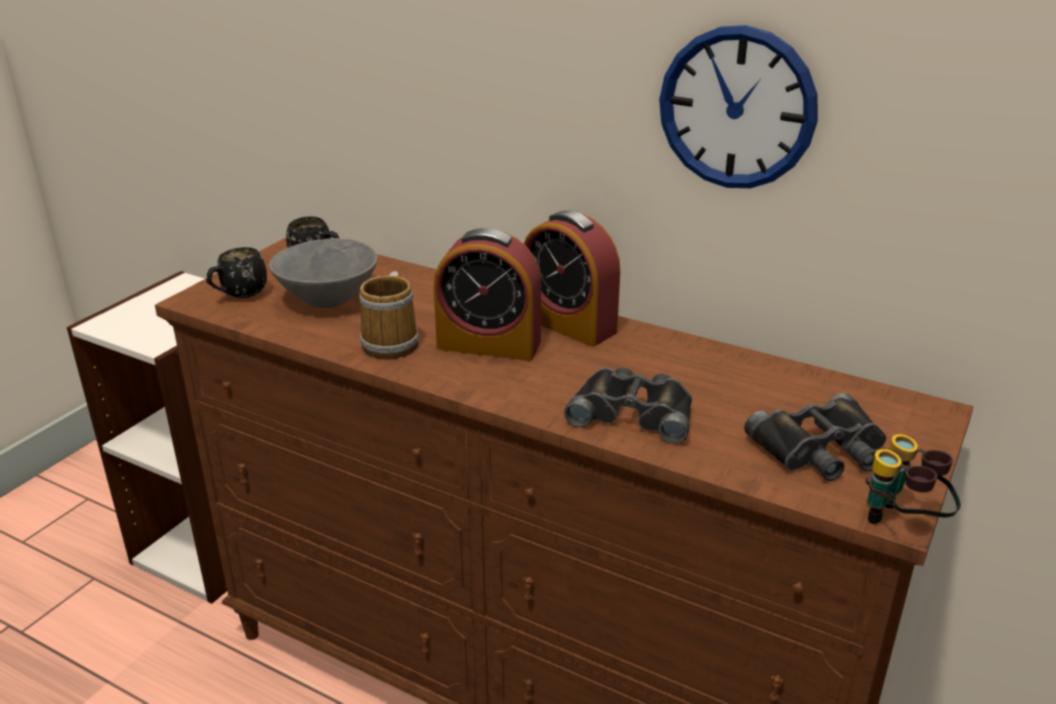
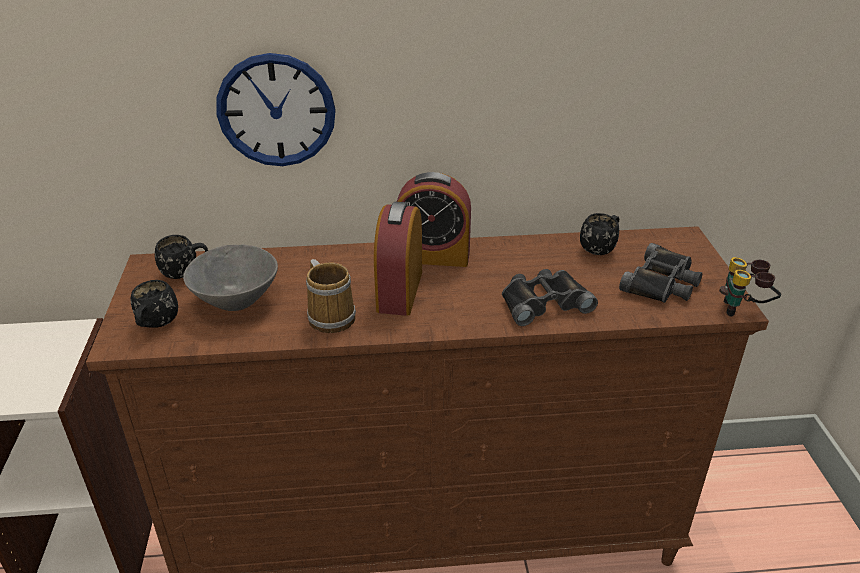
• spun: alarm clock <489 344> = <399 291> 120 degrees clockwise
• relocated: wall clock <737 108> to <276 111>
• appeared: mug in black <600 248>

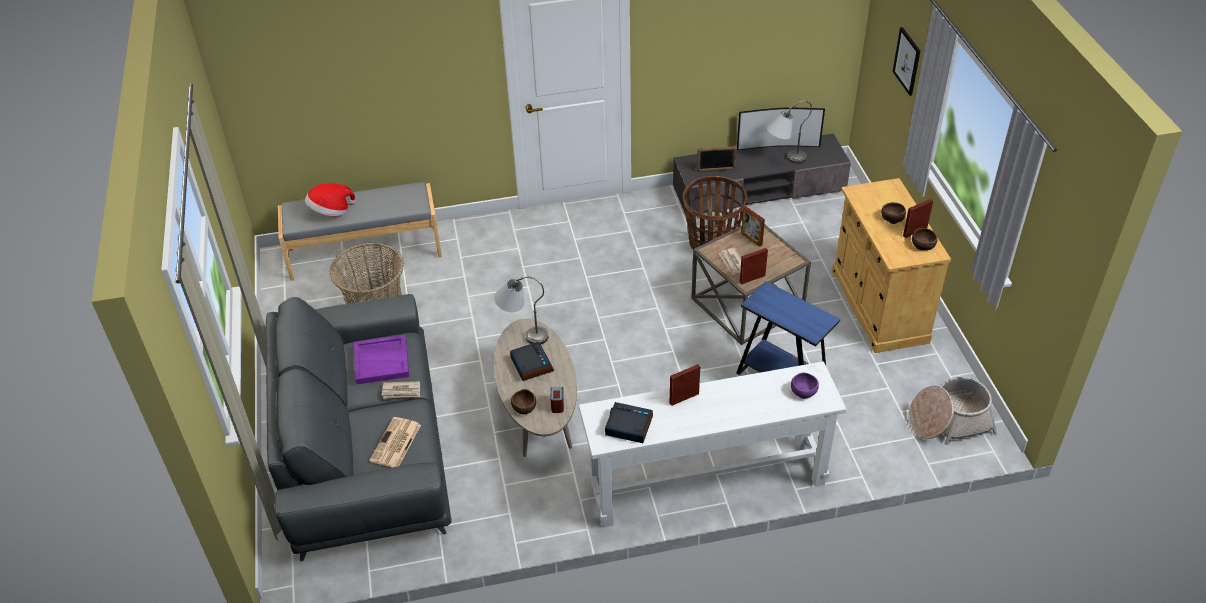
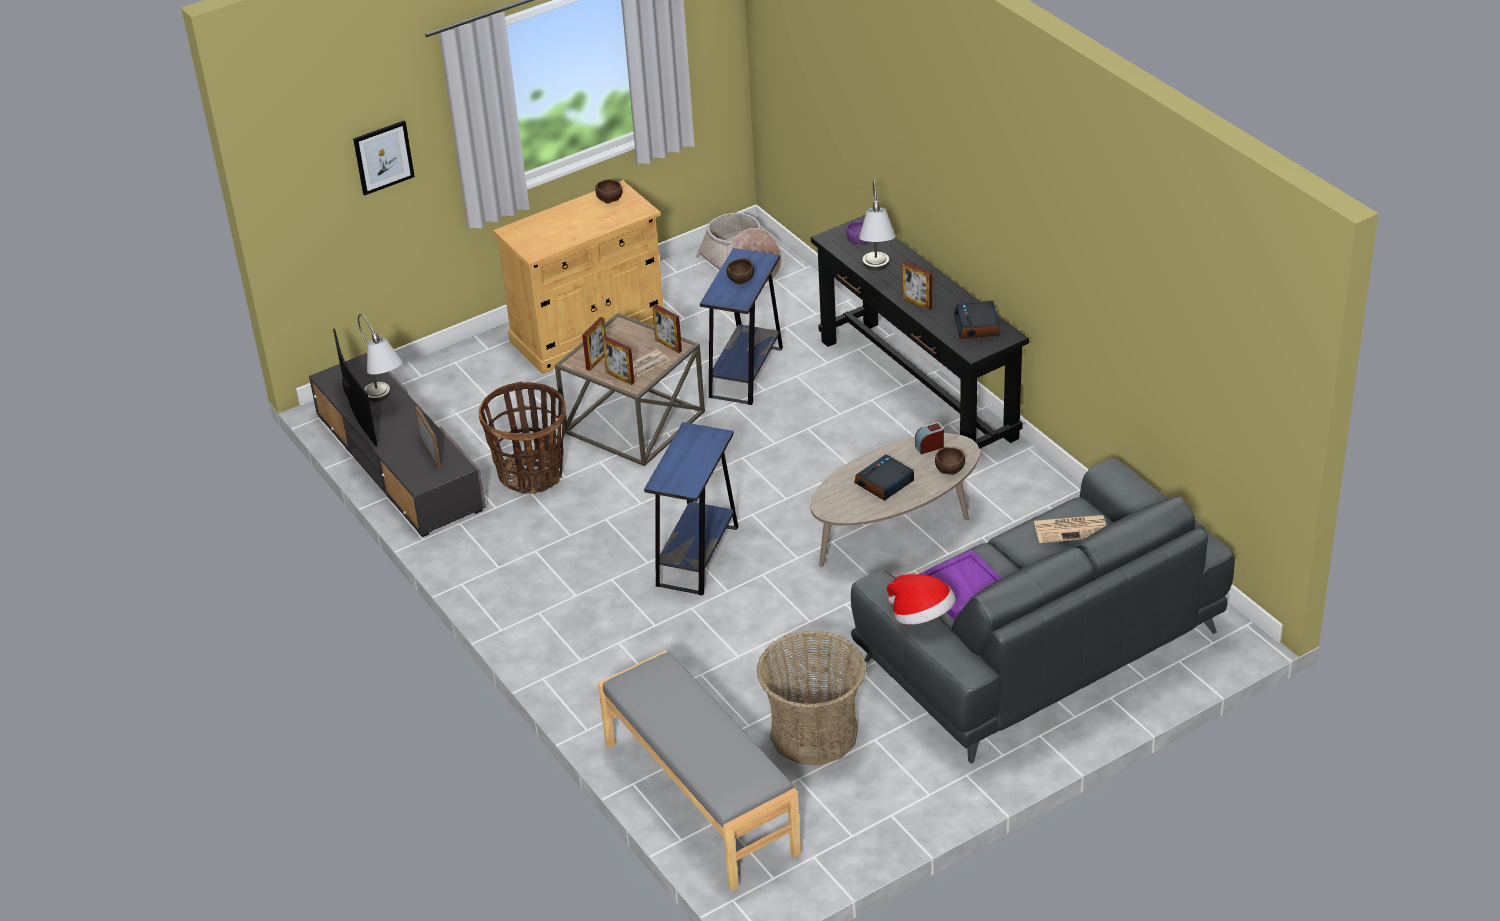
• relocated: hat <331 212> to <921 617>
• missing: newspaper <401 391>
• relocated: table lamp in grey <522 333> to <876 273>
• colour: console table in white <707 482> to console table in black <917 389>
• relocated: bowl in brown <891 218> to <740 279>
• relocated: picture frame <915 232> to <620 377>
• appeared: side table in blue <697 556>

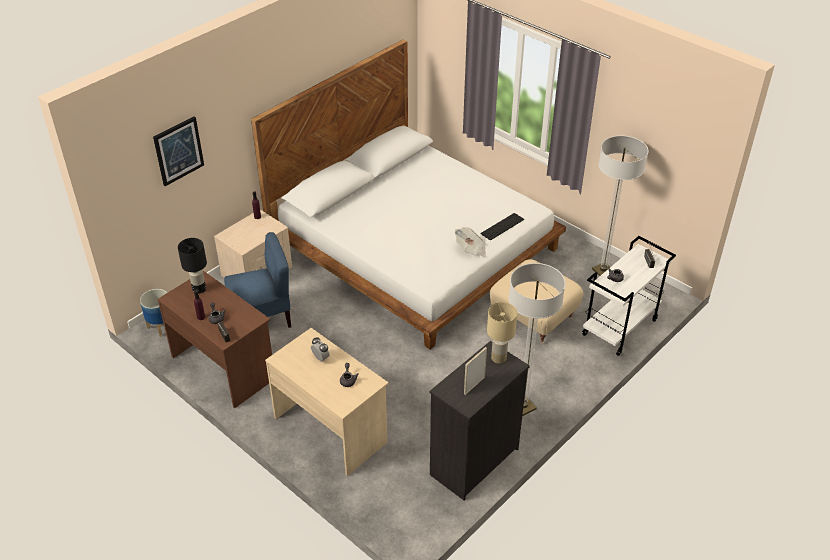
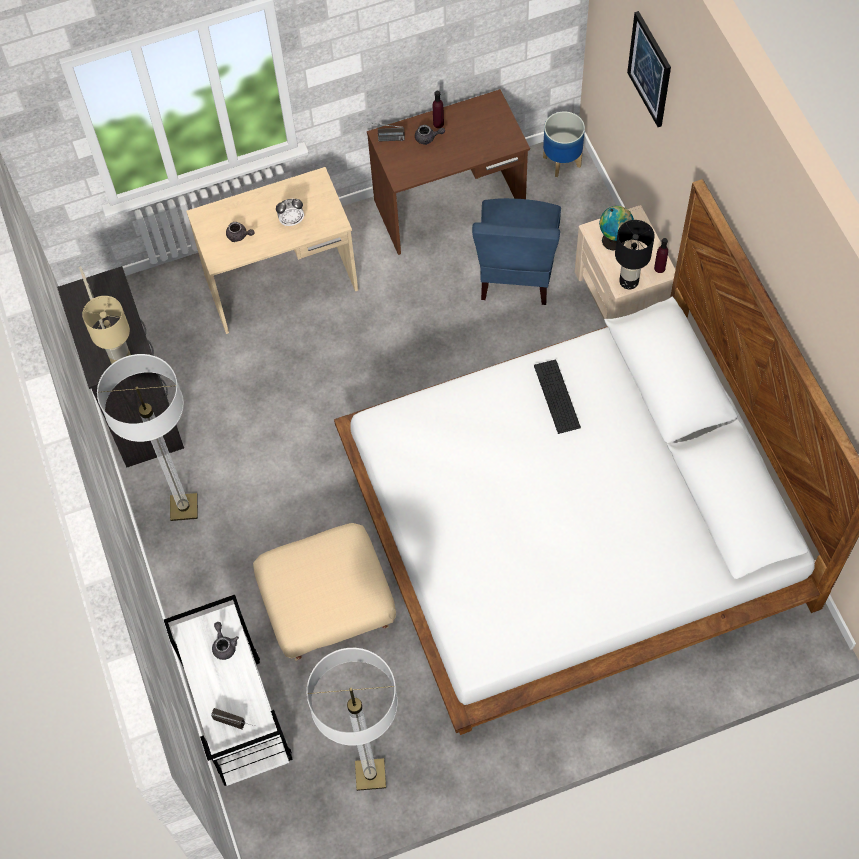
• relocated: table lamp in black <199 289> to <629 281>
• missing: newspaper <471 249>
• relocated: keyboard <502 226> to <557 396>
• appeared: globe <615 241>

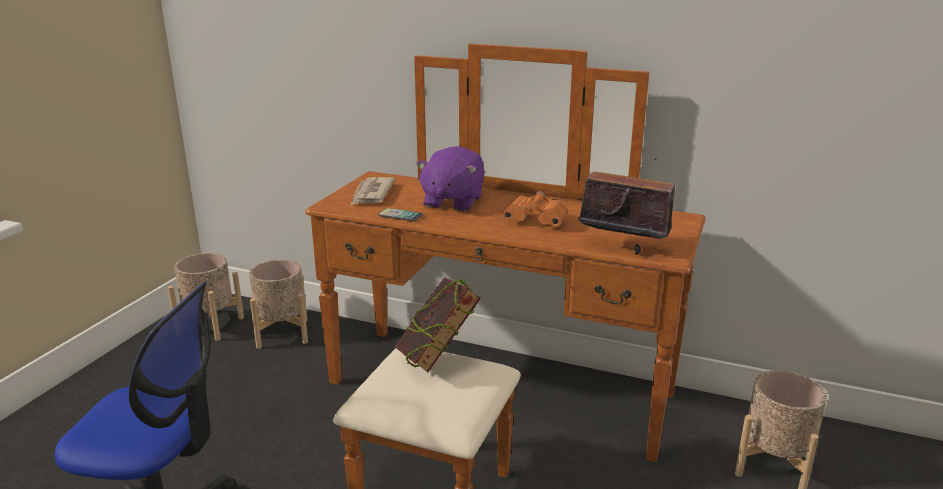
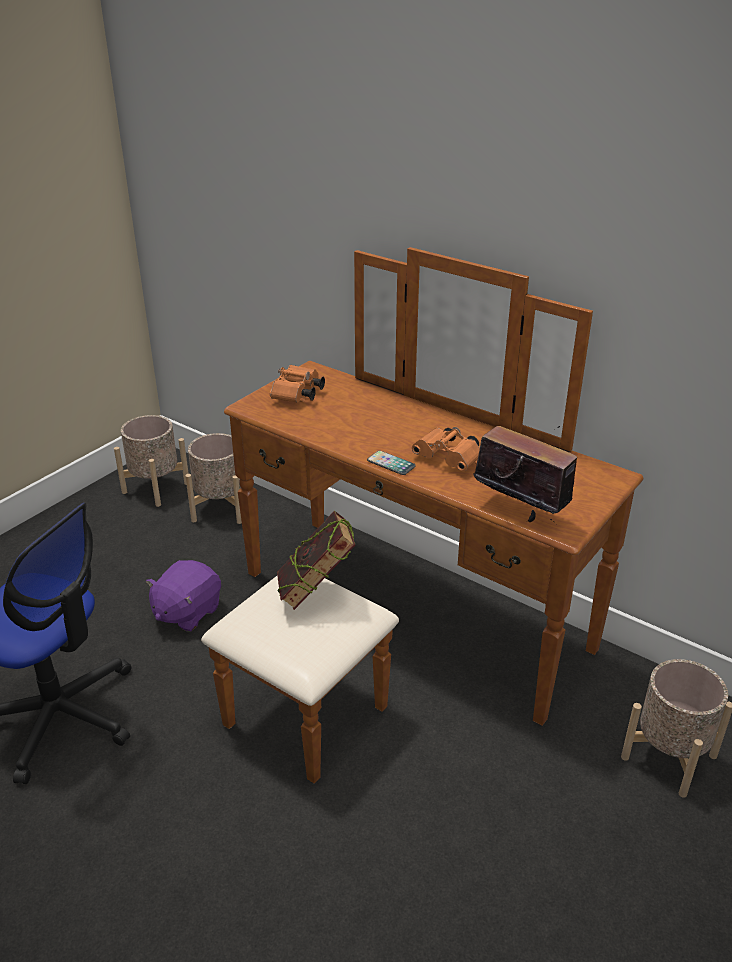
• exchanged: newspaper <371 194> to binoculars in orange <297 395>
• relocated: phone <400 216> to <391 464>
• relocated: plush toy in purple <452 202> to <186 612>

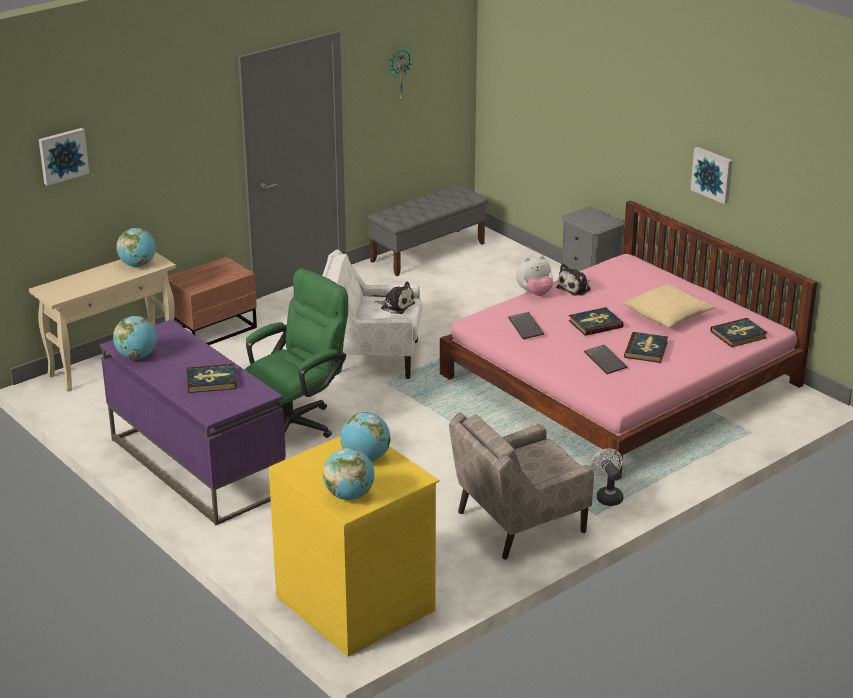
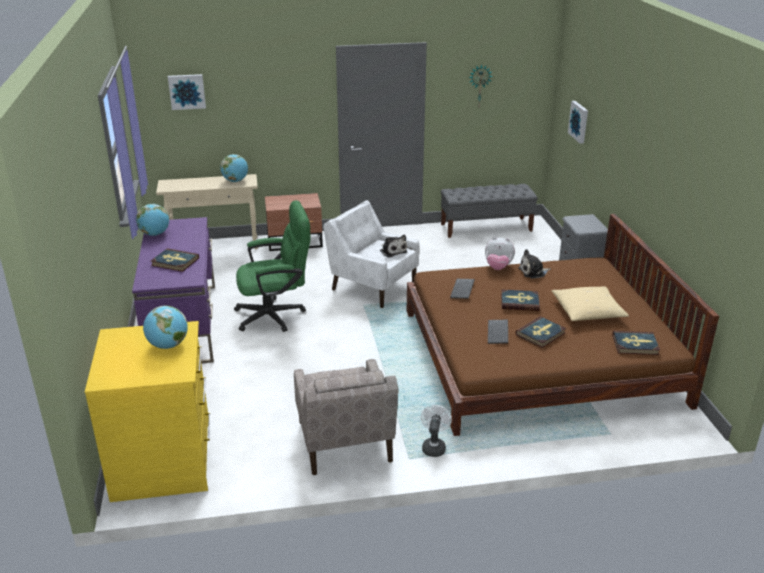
• missing: globe <349 495>
• colour: bed in pink <620 379> to bed in brown <538 355>
• spun: armchair in beige <519 522> = <344 442> 105 degrees counterclockwise
• relocated: picture <713 174> to <579 121>

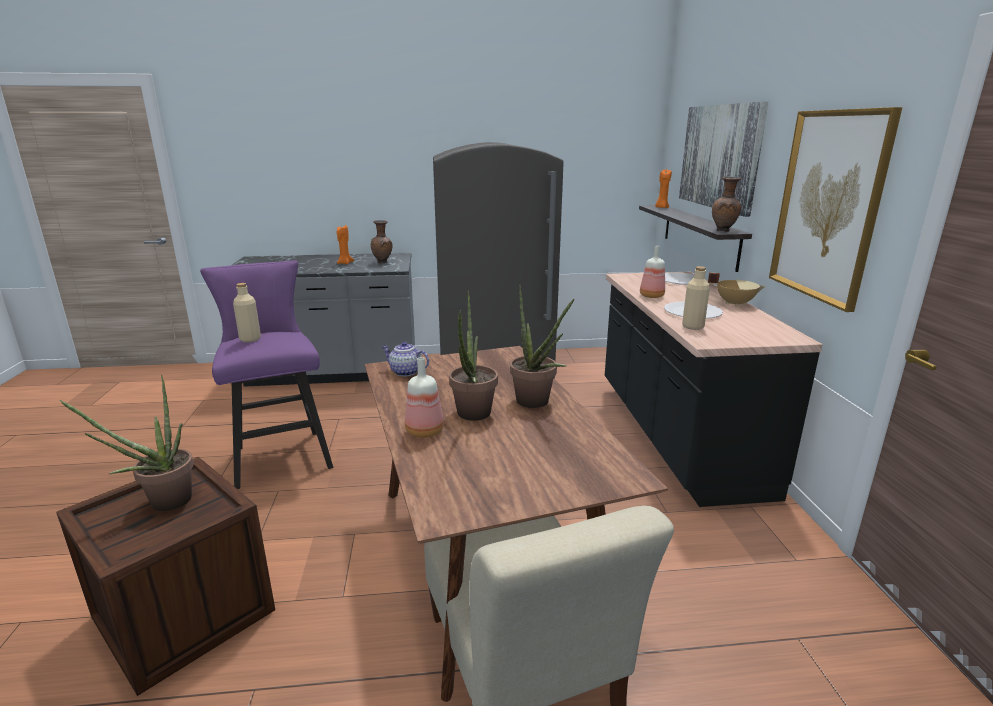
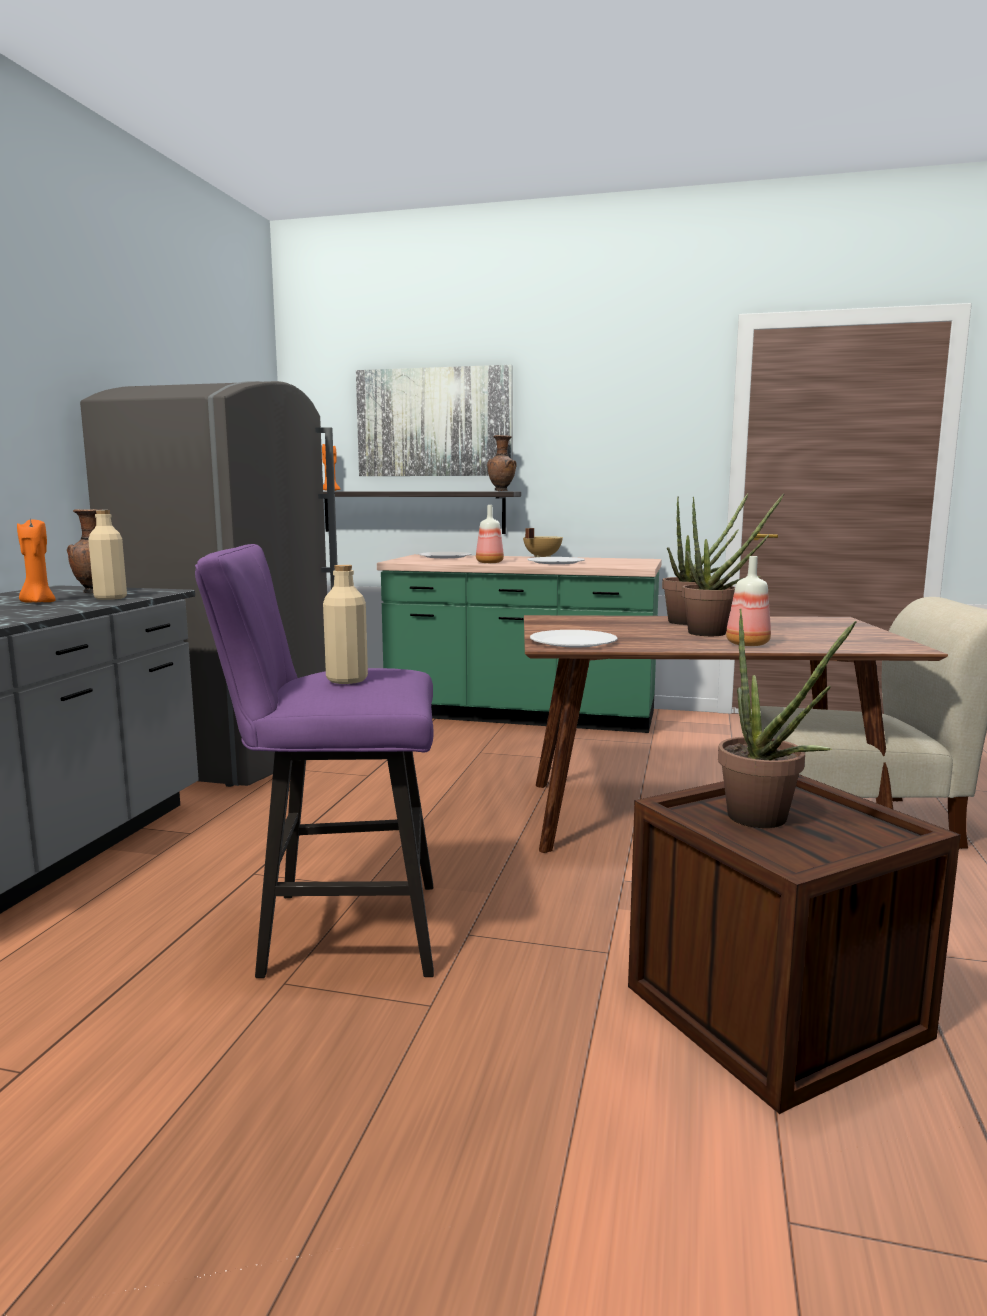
• exchanged: teapot <405 372> to plate in white <573 641>
• colour: counter in black <676 435> to counter in green <521 715>
• relocated: bottle in beige <693 326> to <110 598>
• missing: picture <828 206>

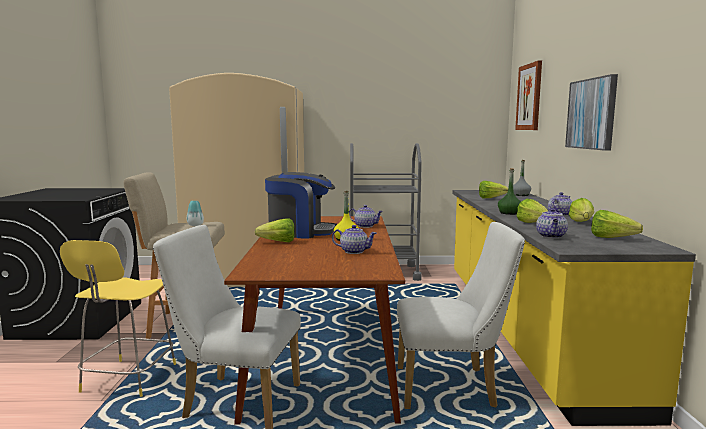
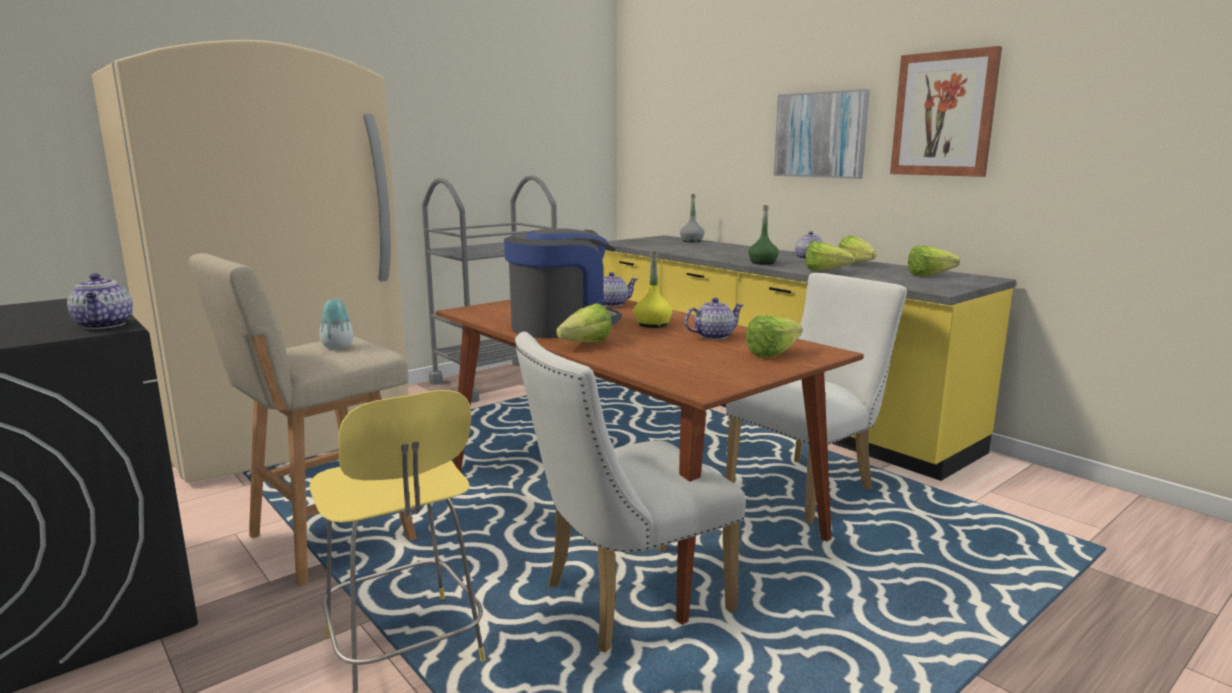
• relocated: lettuce <493 198> to <777 353>
• relocated: picture <529 97> to <944 114>
• relocated: teapot <551 236> to <105 325>

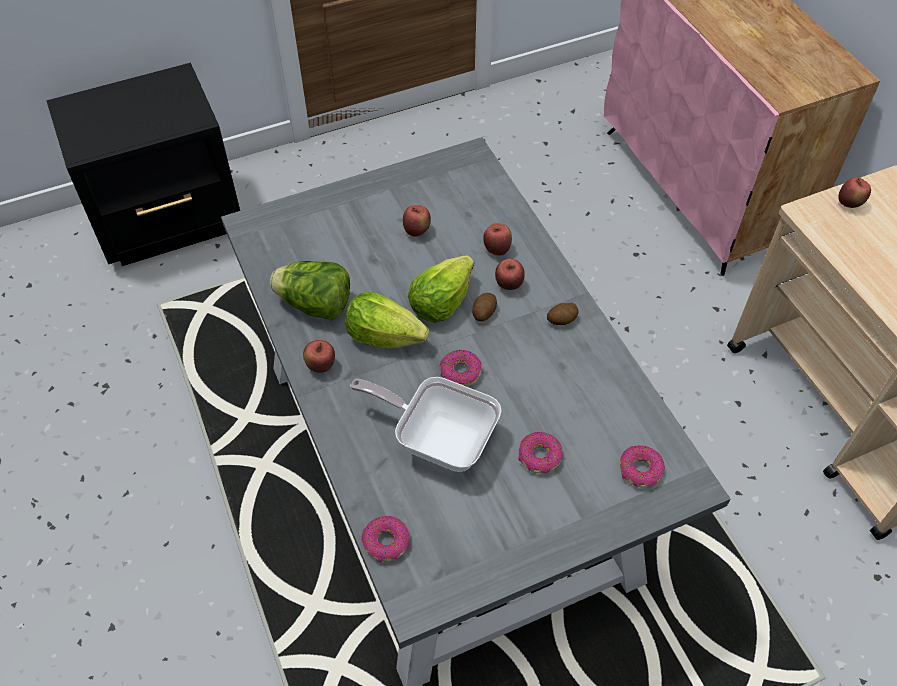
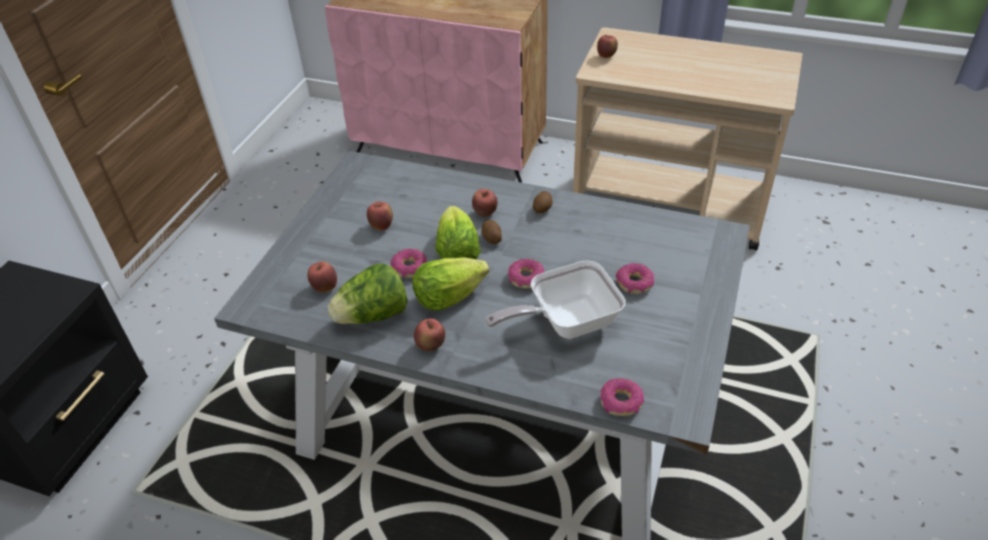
• relocated: apple <497 249> to <325 287>
• relocated: donut <640 470> to <409 268>

